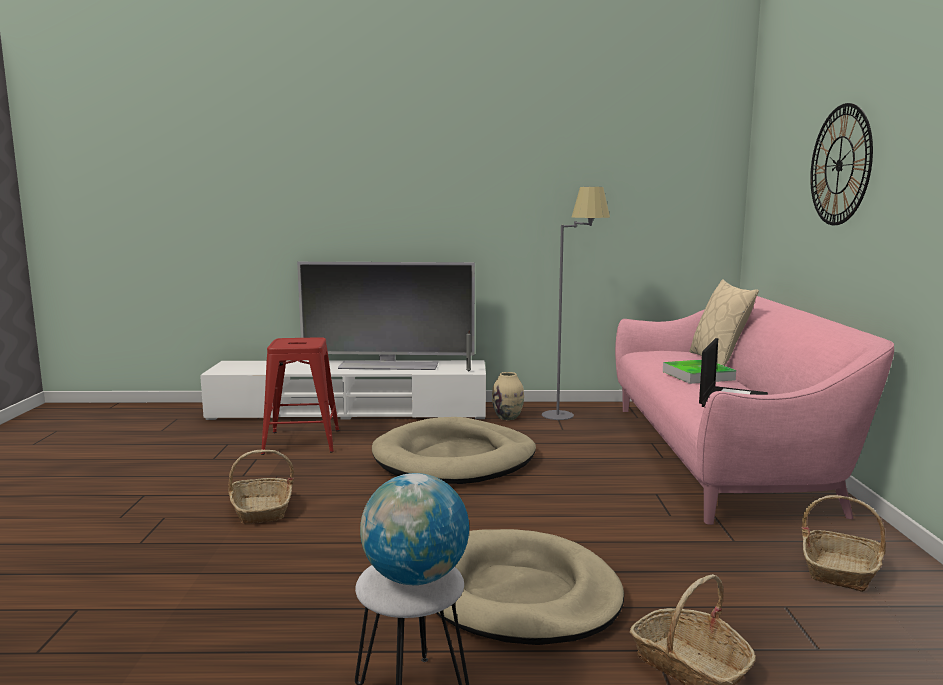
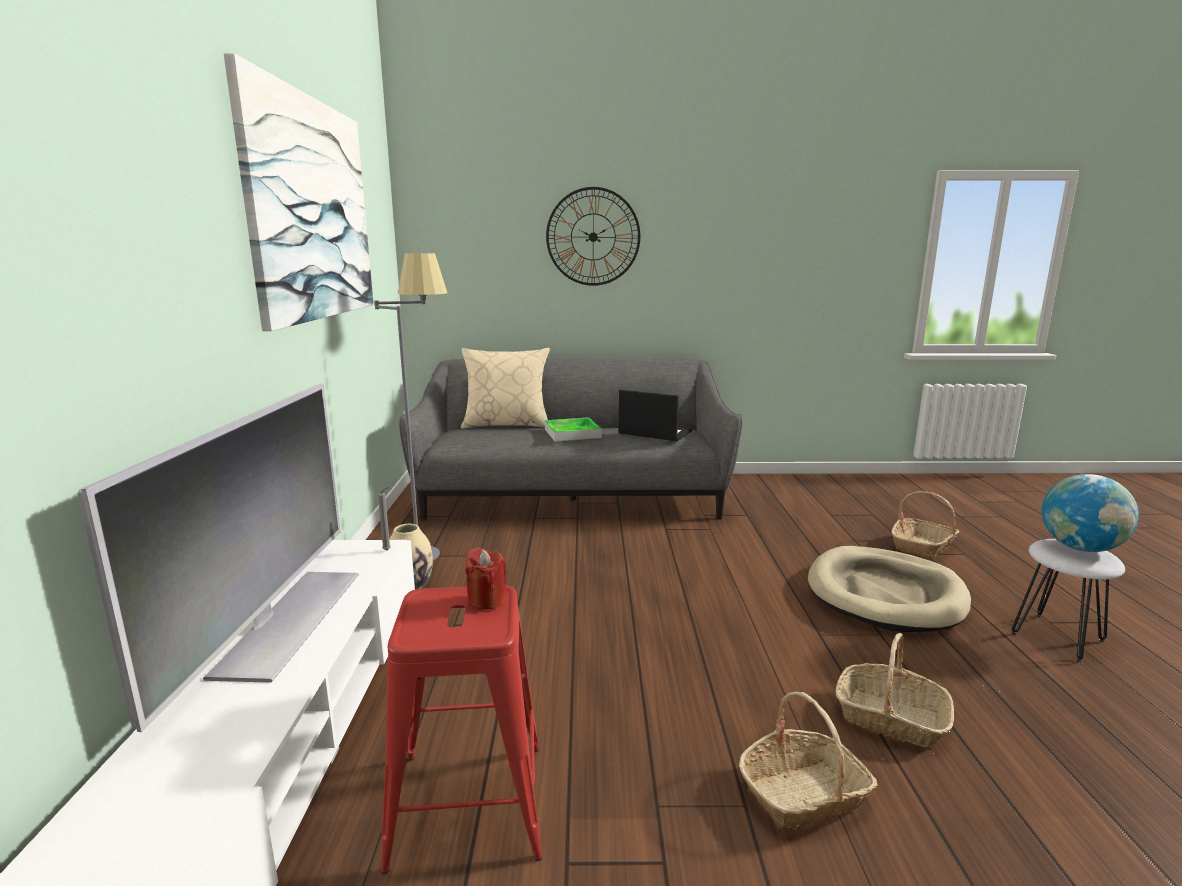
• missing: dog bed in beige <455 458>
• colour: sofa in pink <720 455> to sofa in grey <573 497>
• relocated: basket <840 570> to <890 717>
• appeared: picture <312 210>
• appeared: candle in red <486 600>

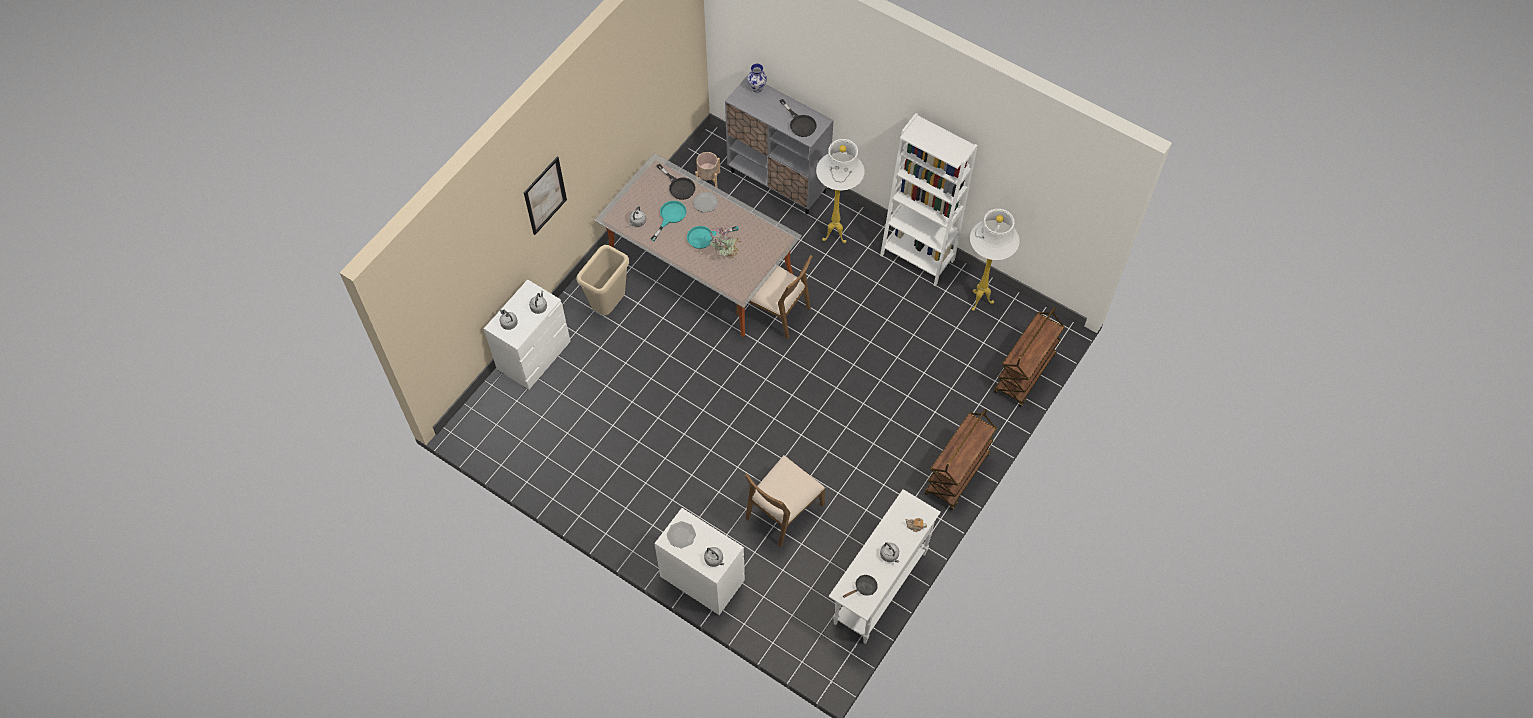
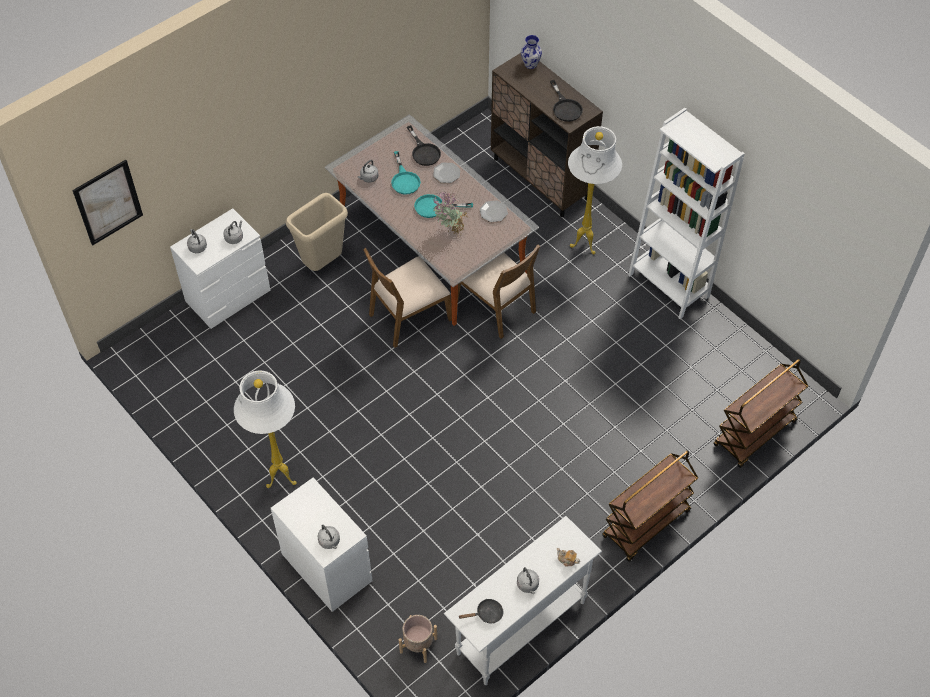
• relocated: picture <545 195> to <108 202>
• spun: frying pan in turquoise <670 217> = <404 180> 120 degrees clockwise
• relocated: plate <681 535> to <493 212>
• relocated: planter in beige <708 179> to <418 645>
• colour: cabinet in grey <778 181> to cabinet in brown <541 179>
• relocated: chair in brown <783 511> to <409 316>
• relocated: floor lamp in white <979 302> to <280 480>

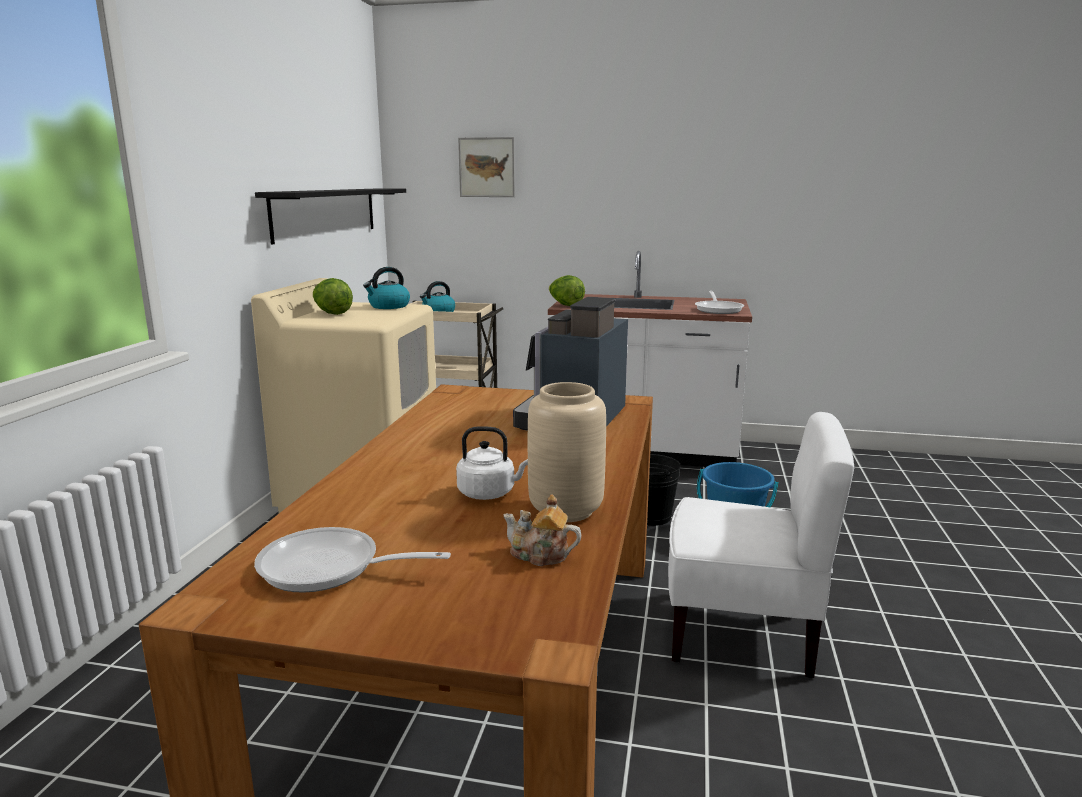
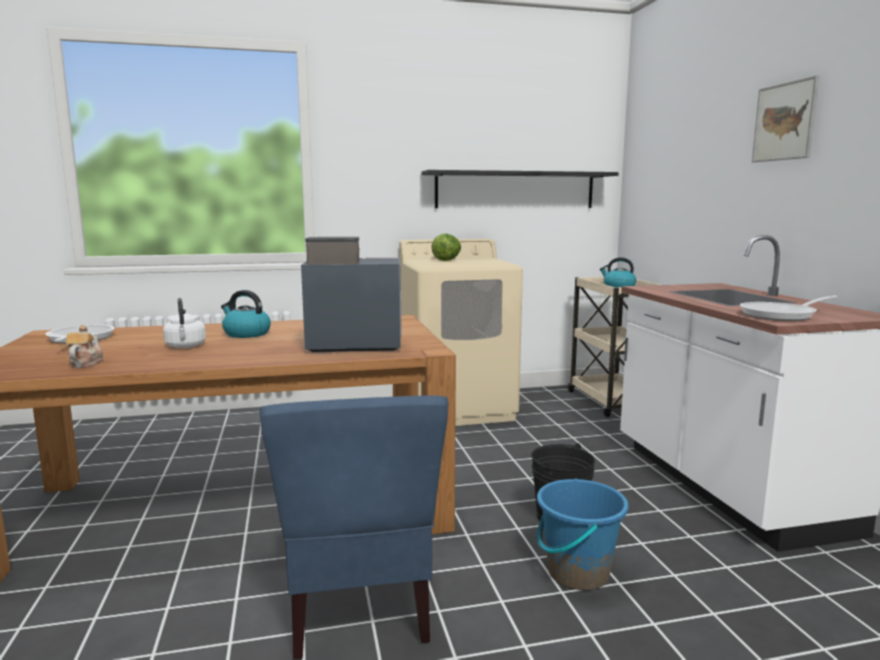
• relocated: kettle <388 306> to <246 334>
• relocated: picture <487 167> to <784 121>
• missing: vase in beige <564 510>
• missing: lettuce <565 305>
• colour: chair in white <742 633> to chair in blue <359 604>

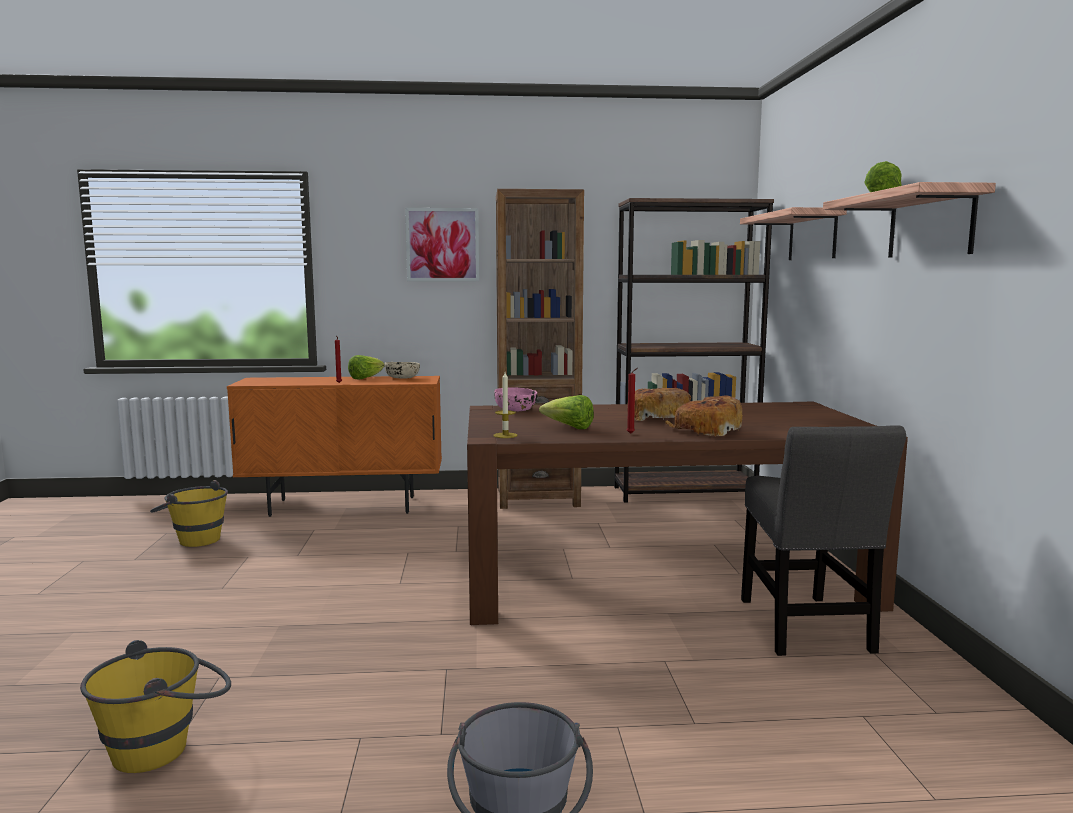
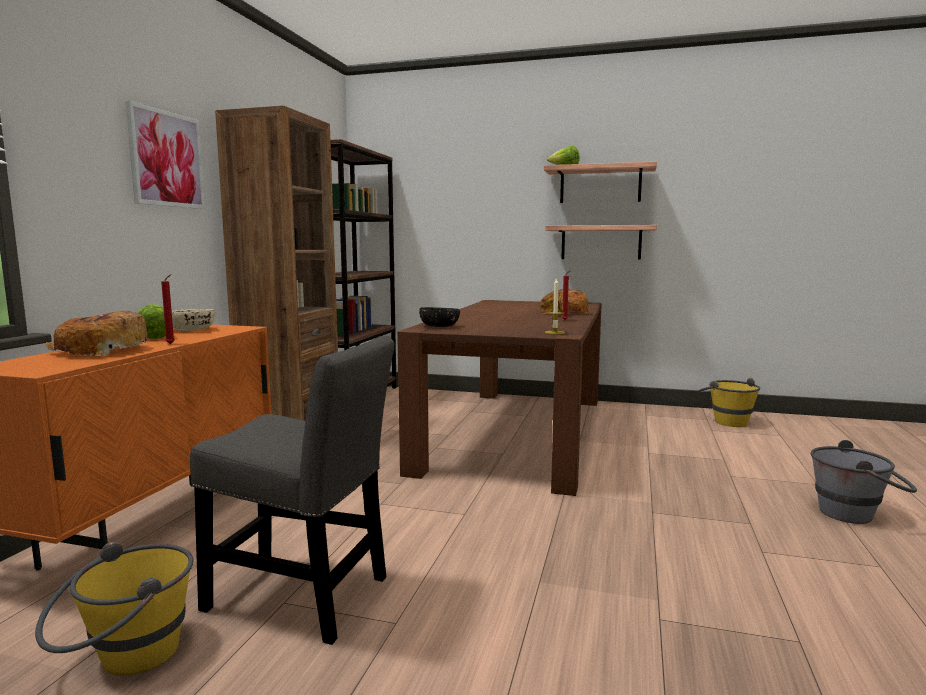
• relocated: bucket in yellow <166 745> to <726 420>
• colour: bowl in pink <516 410> to bowl in black <440 326>
• missing: lettuce <569 428>
• relocated: bread <657 417> to <101 351>
• relocated: shelf <812 236> to <601 242>
• relocated: chair in grey <805 629> to <305 597>

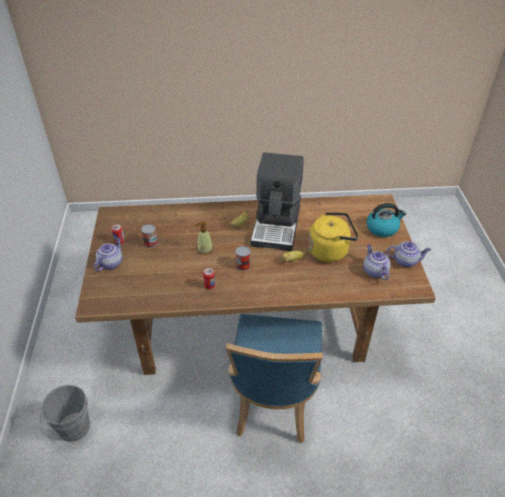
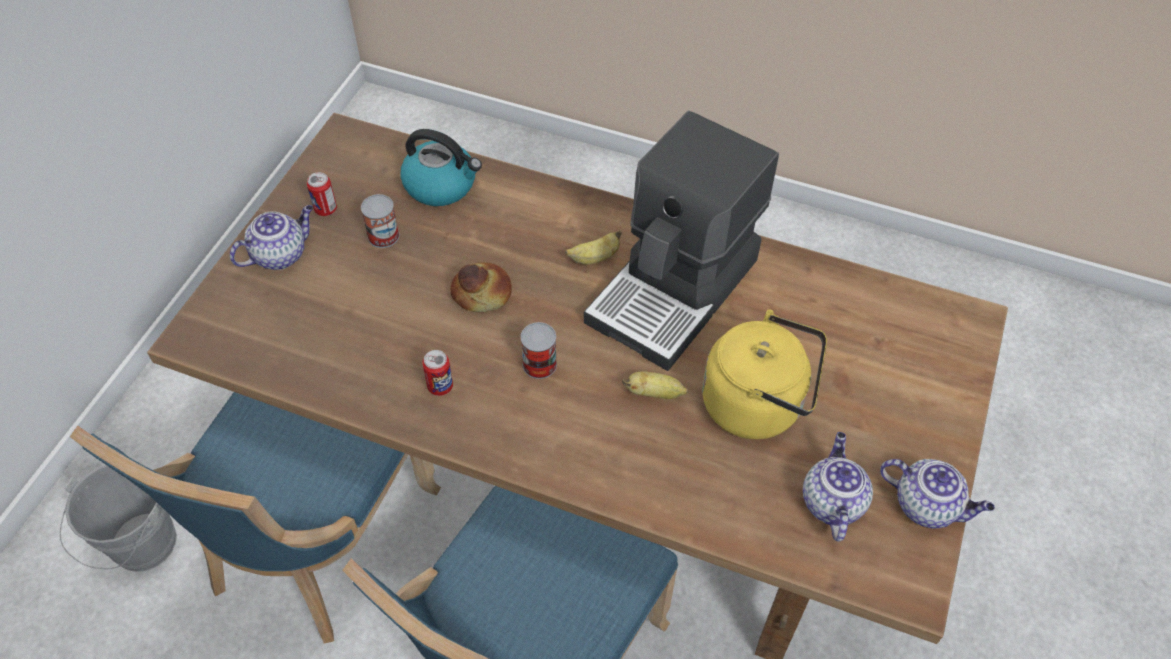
• exchanged: soap dispenser <205 249> to bread <482 294>
• relocated: kettle <382 228> to <441 185>
• appeared: chair in blue <315 543>

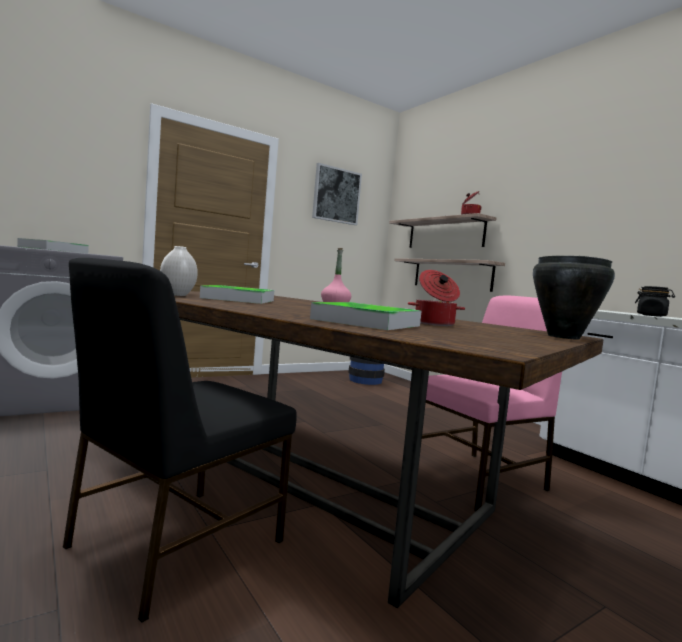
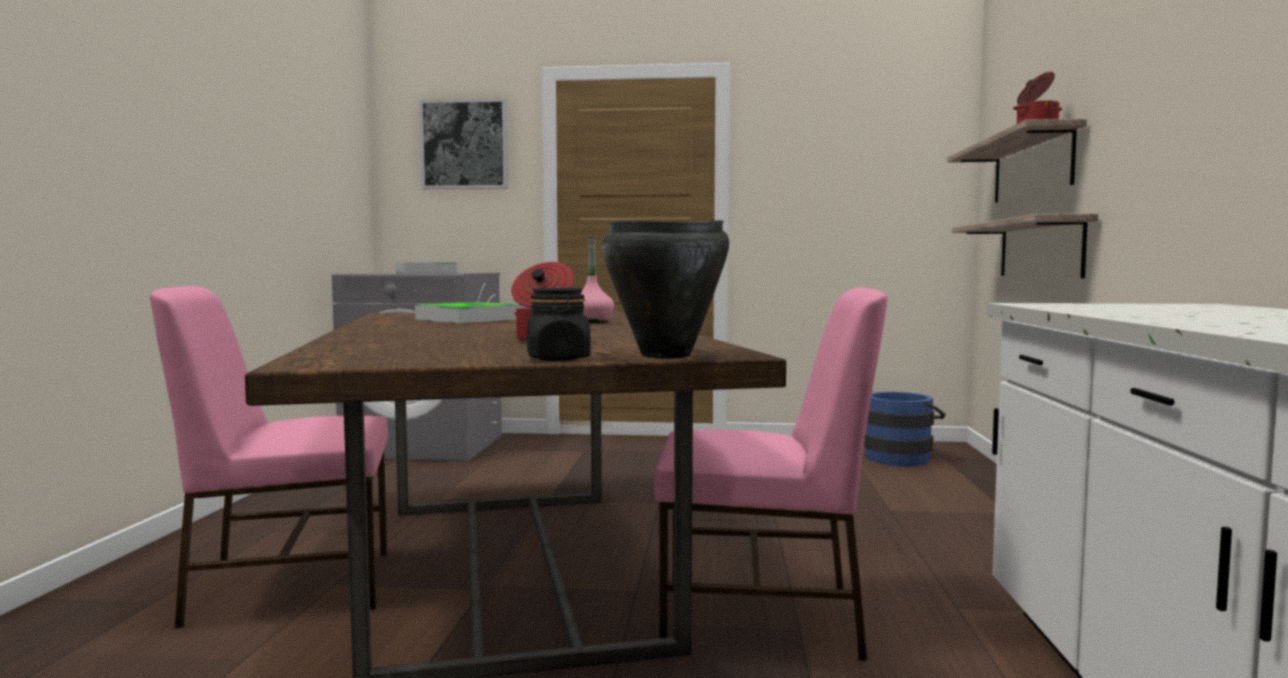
• colour: chair in black <173 544> to chair in pink <288 586>
• missing: vase in white <178 295>
• missing: tray <366 322>
• relocated: picture <336 195> to <464 144>
• relocated: jar in black <652 315> to <558 359>

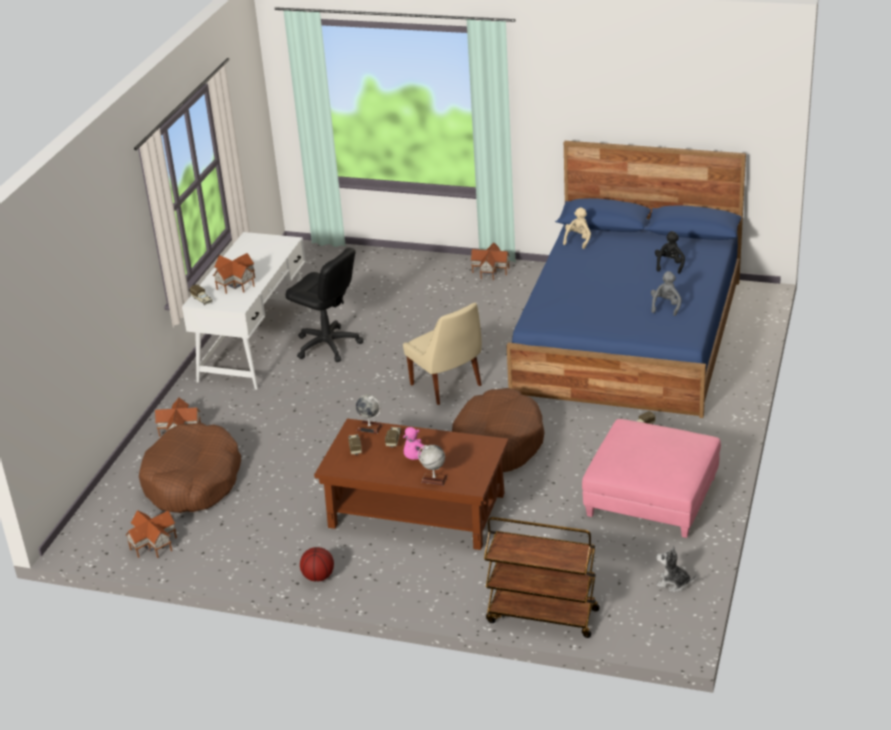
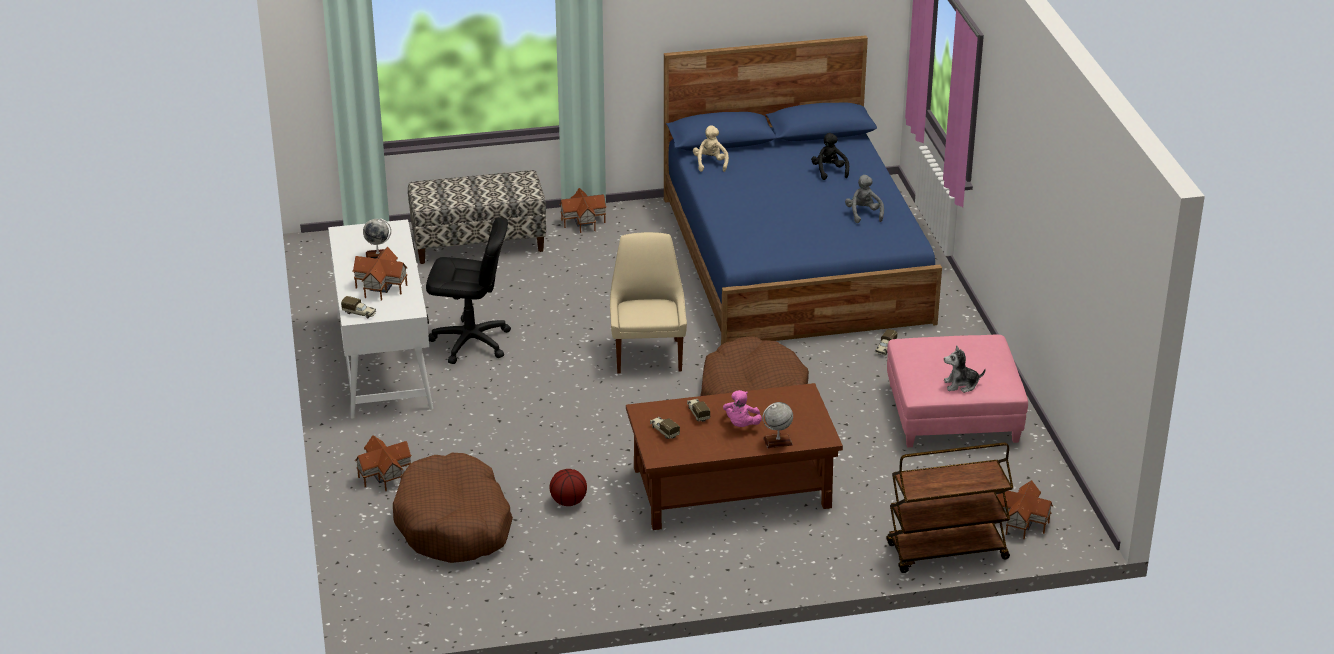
• relocated: toy house <152 543> to <1020 522>
• relocated: basketball <318 577> to <568 502>
• relocated: globe <369 428> to <378 256>
• spun: chair in beige <447 386> = <648 354> 120 degrees counterclockwise
• relocated: plush toy <673 583> to <961 385>
• appeared: bench <479 243>

